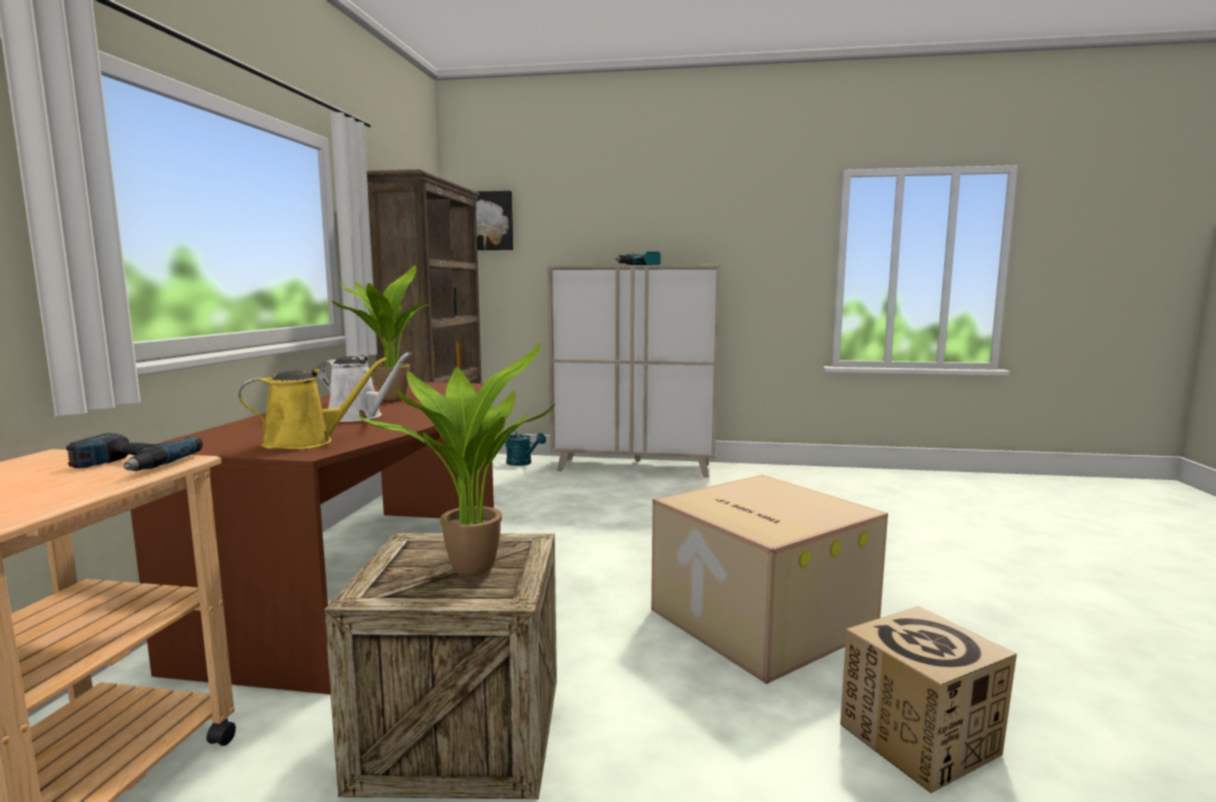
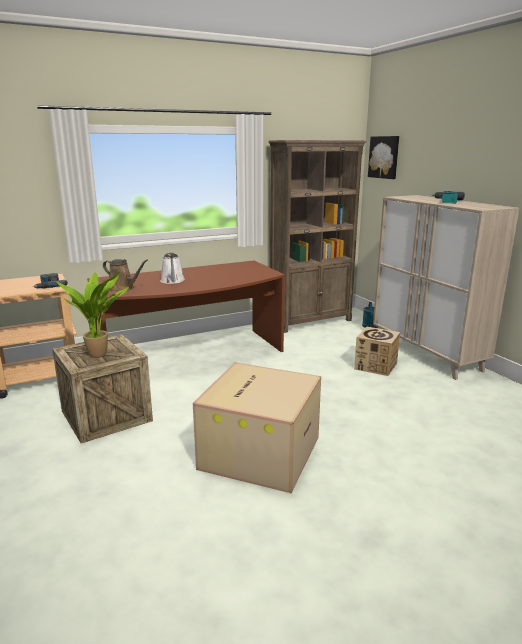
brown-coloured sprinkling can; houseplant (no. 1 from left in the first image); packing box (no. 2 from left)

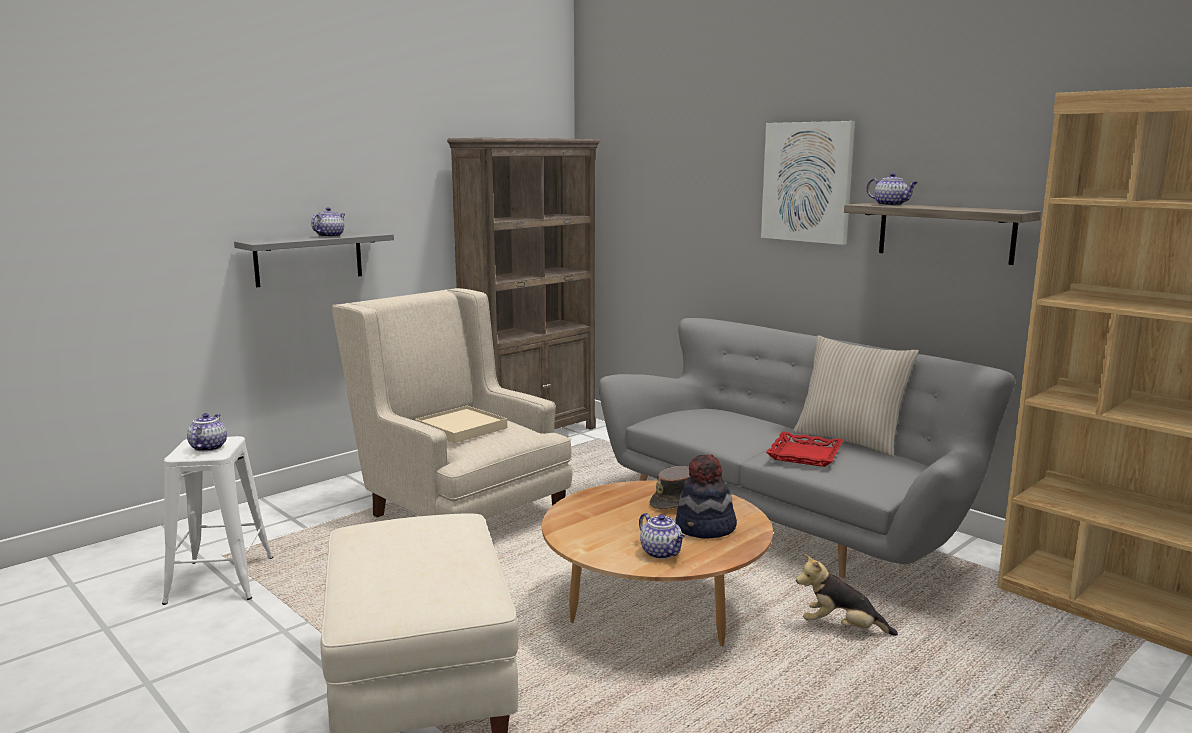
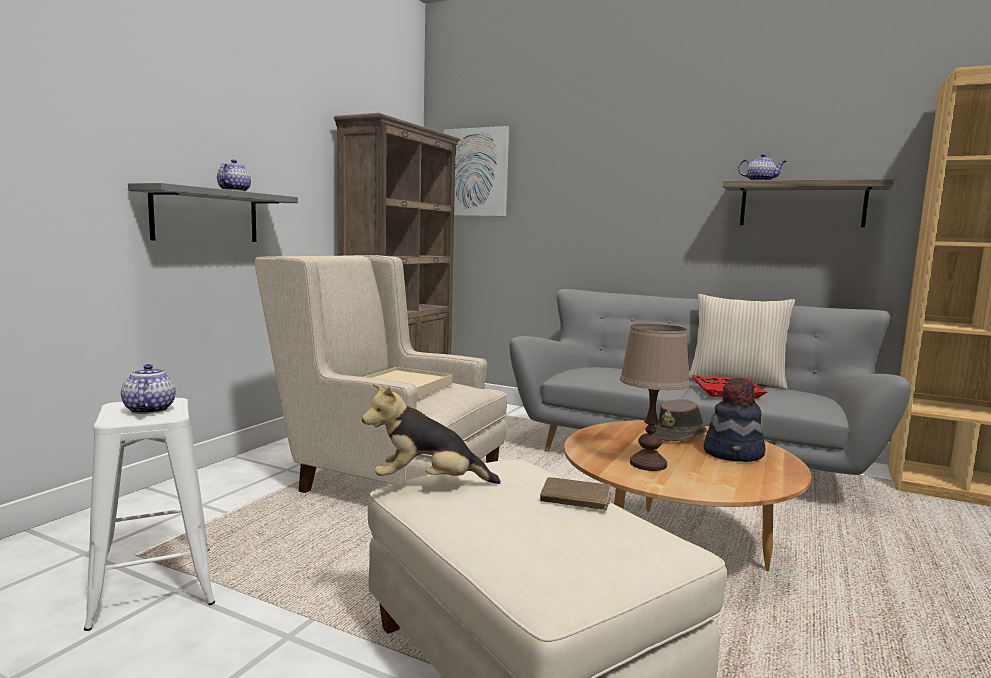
pot for tea (no. 3 from left in the first image); picture; cuddly toy; brown-coloured book; brown-coloured lamp for a table

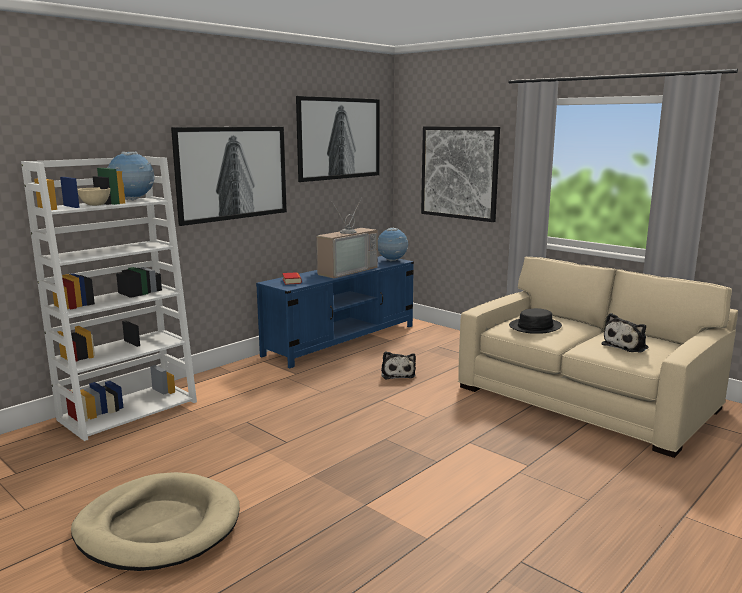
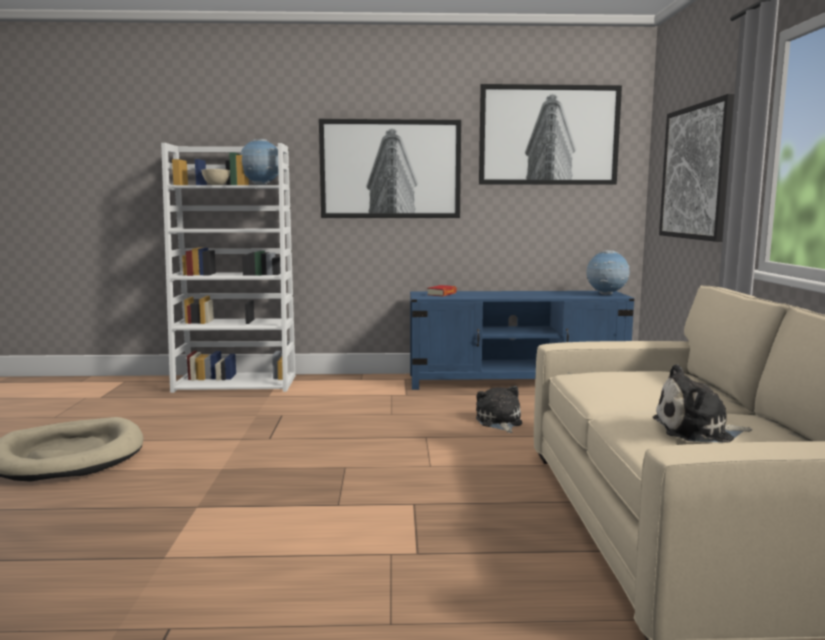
television; cuddly toy (no. 1 from left); blackish wearable hat

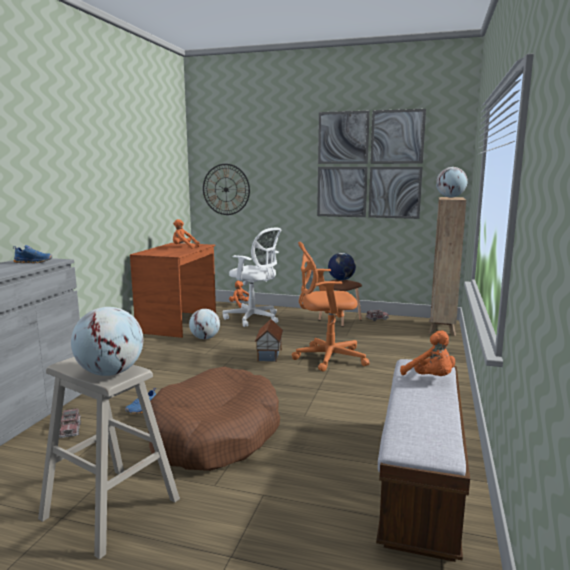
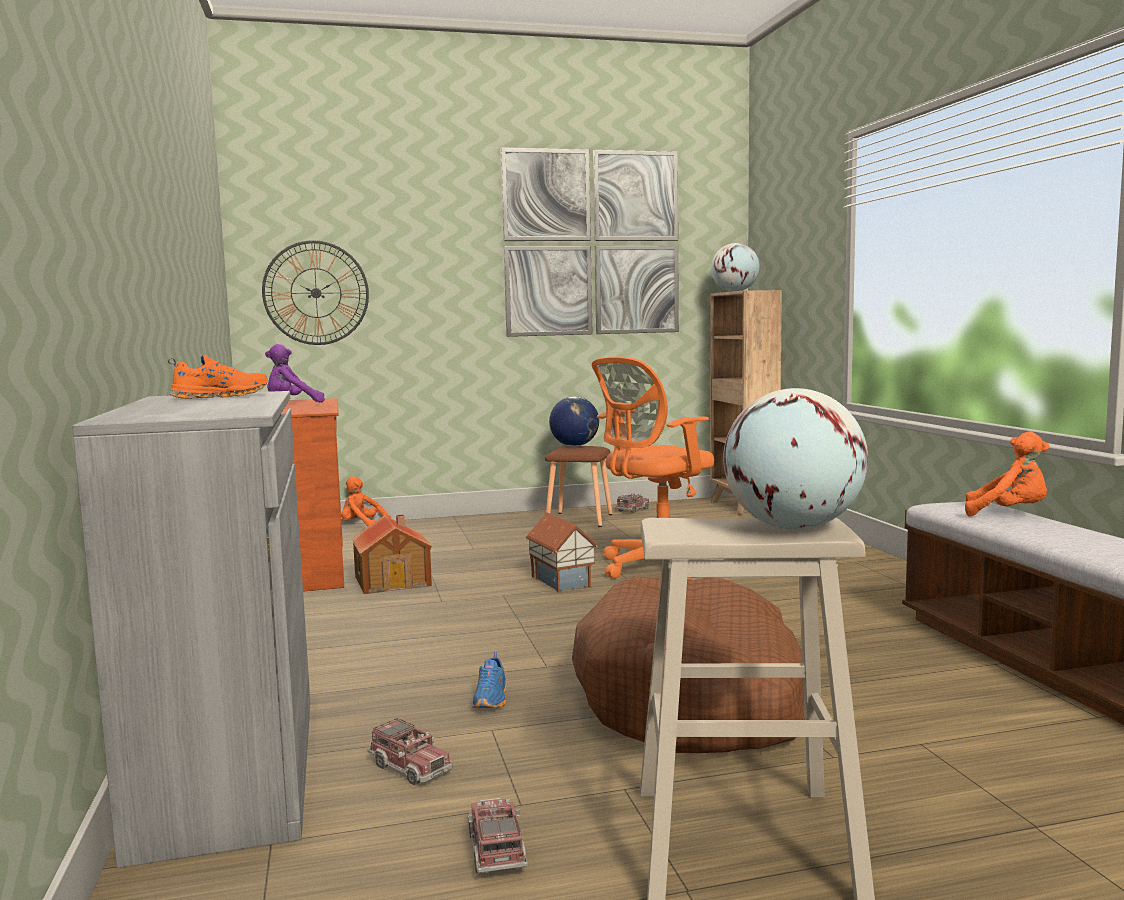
orangey low shoe; purplish cuddly toy; toy house (no. 1 from left); white-coloured desk chair; toy lorry (no. 2 from left)

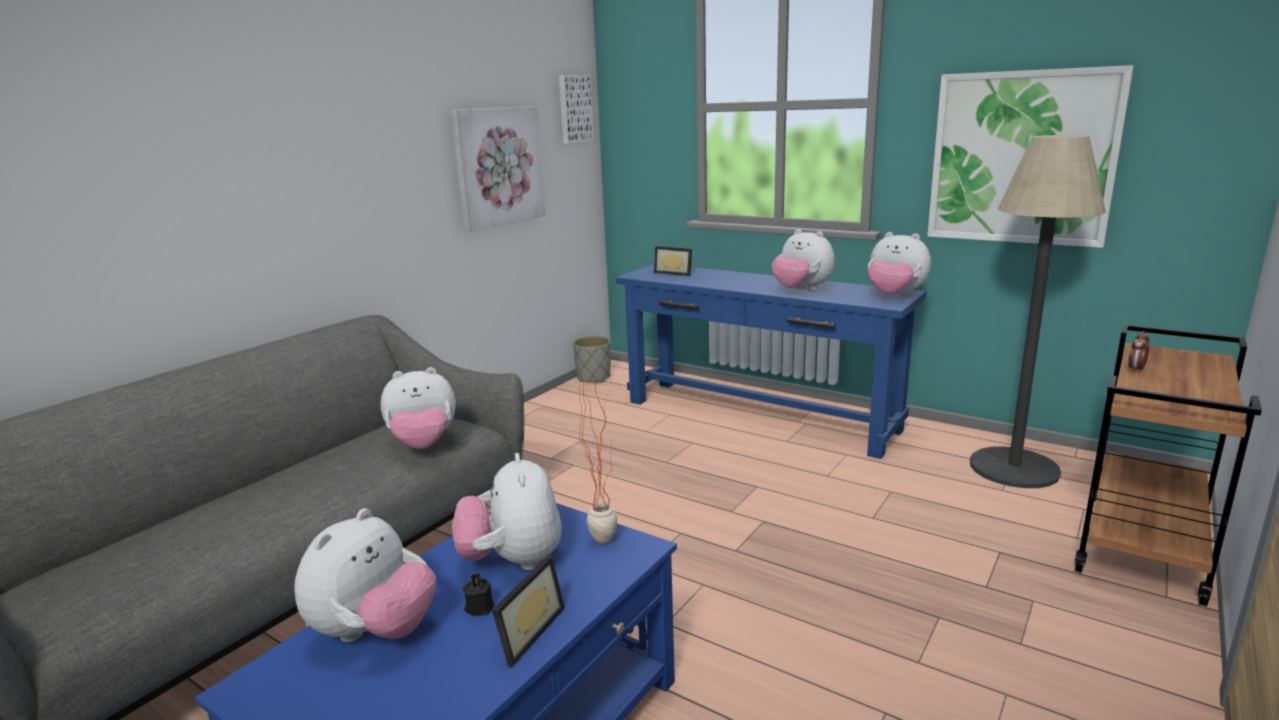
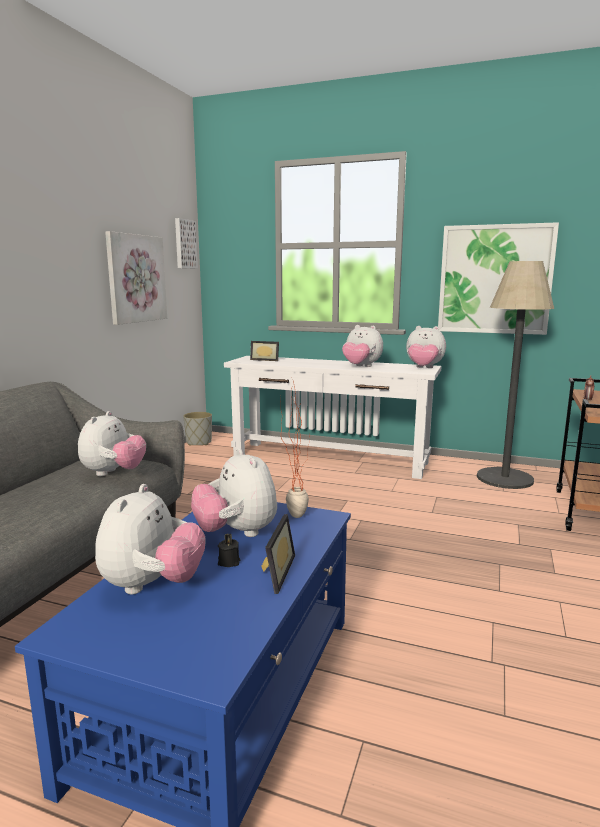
cuddly toy (no. 1 from left); white-coloured hall table

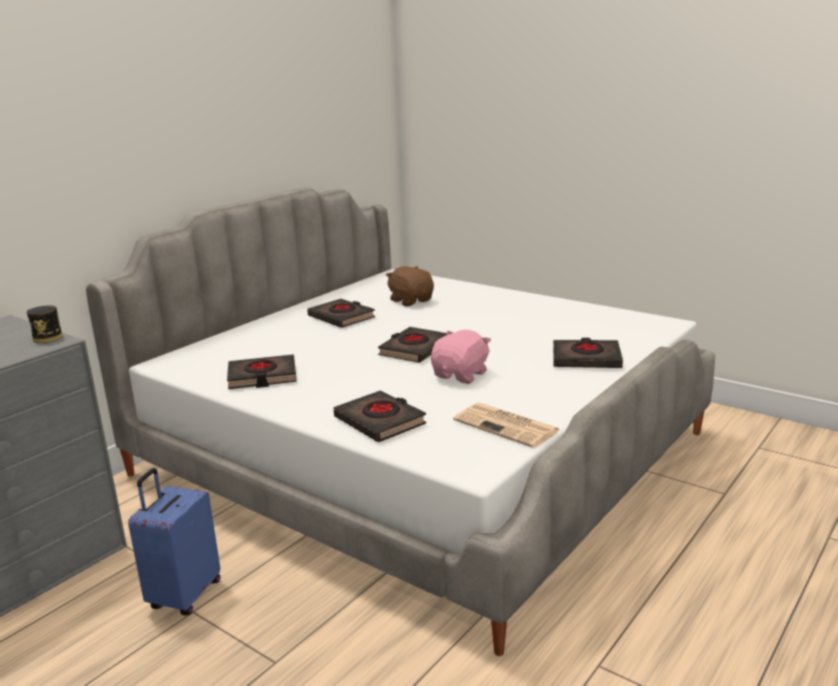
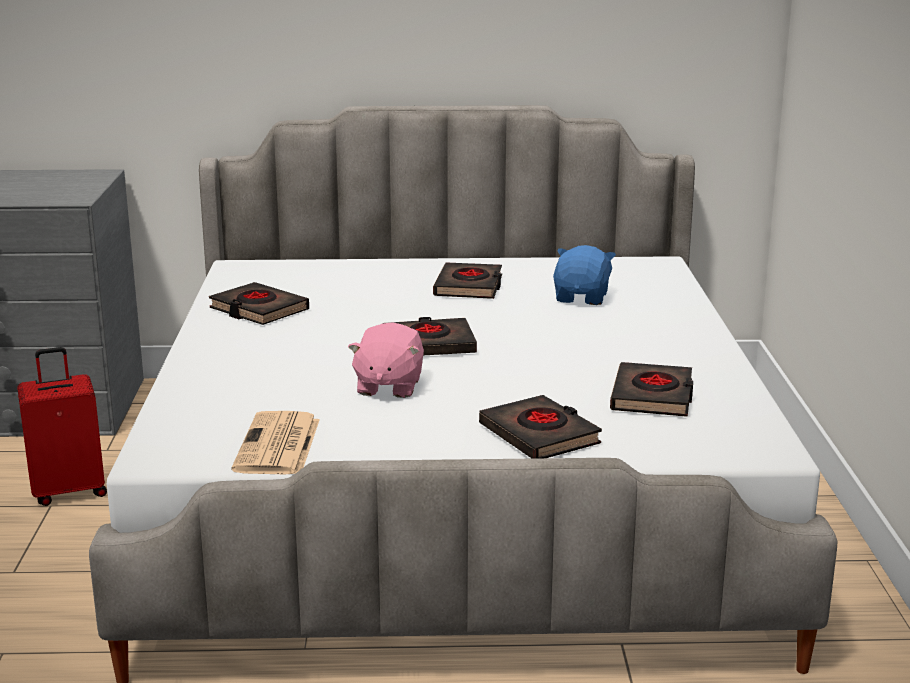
can; red suitcase; blackish book (no. 5 from left); blue-coloured cuddly toy; pink-coloured cuddly toy

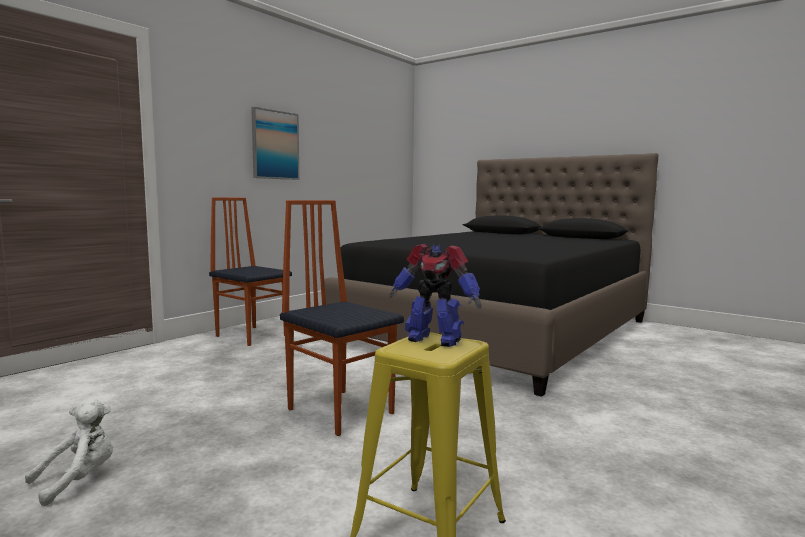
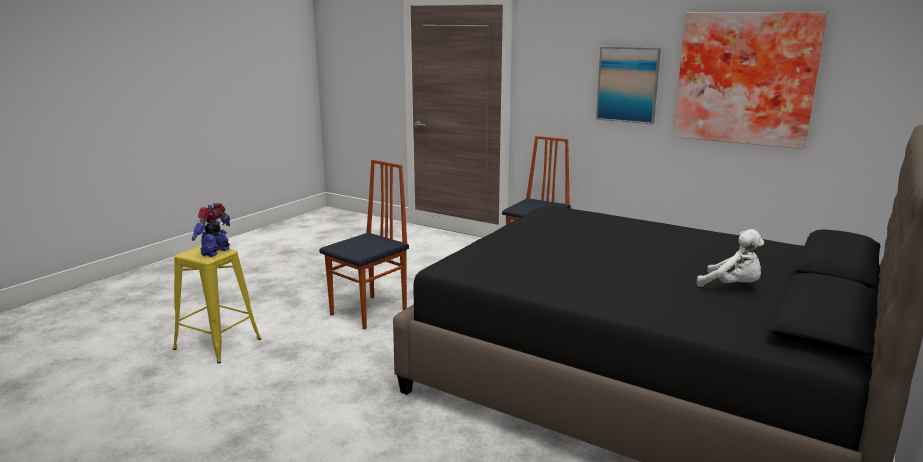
white-coloured cuddly toy; picture (no. 2 from left)

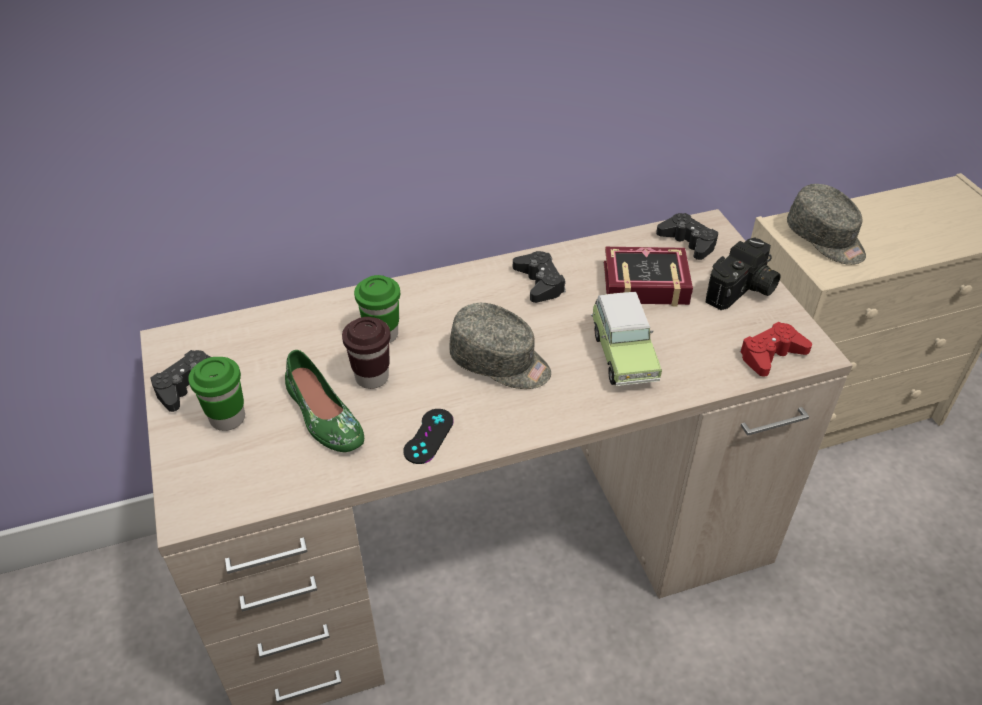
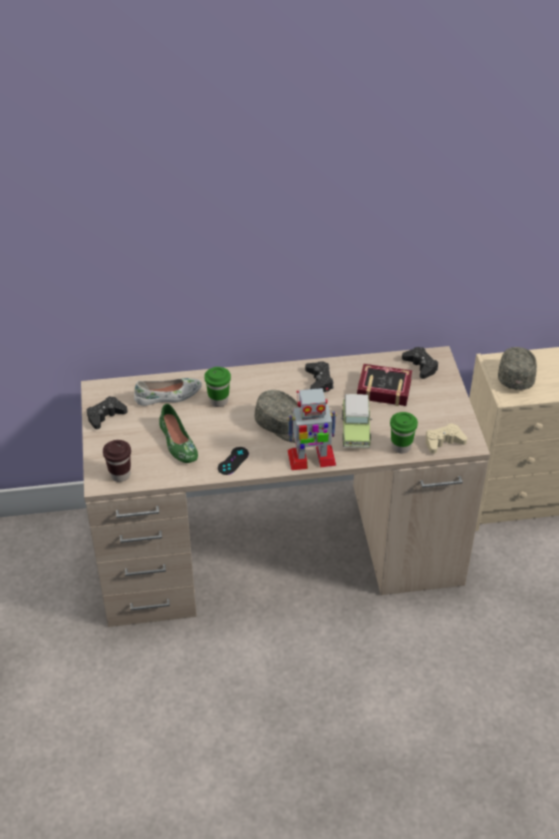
greenish cup (no. 2 from left); brown-coloured cup; still camera; beige game controller; grey peaked cap (no. 2 from left); white-coloured low shoe; model robot

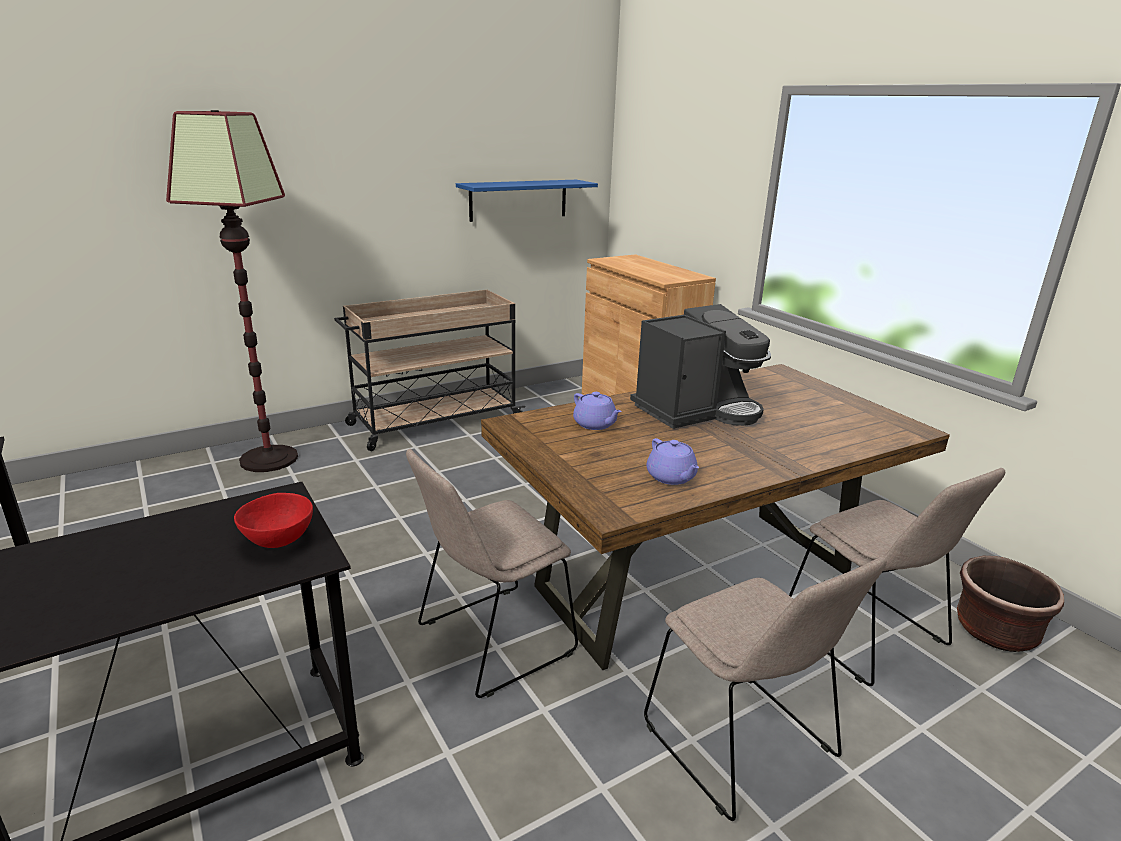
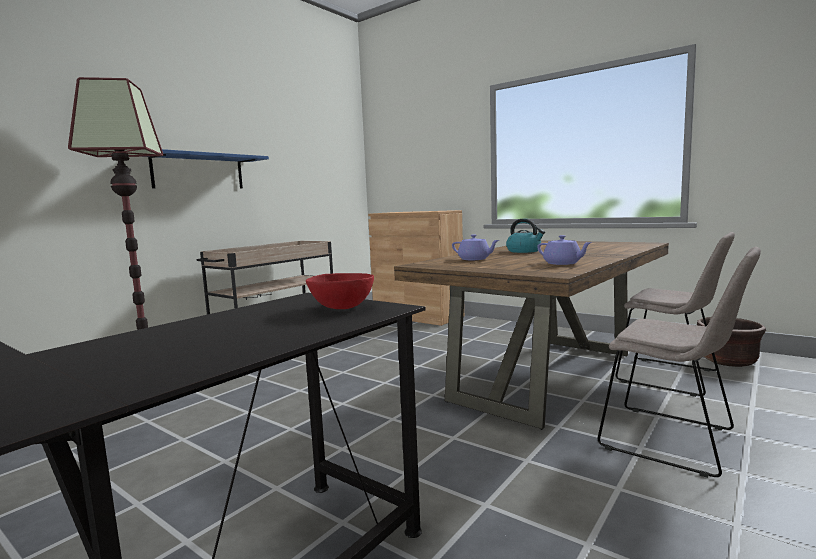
beige chair (no. 1 from left in the first image); blue-coloured bracket shelf; water kettle

